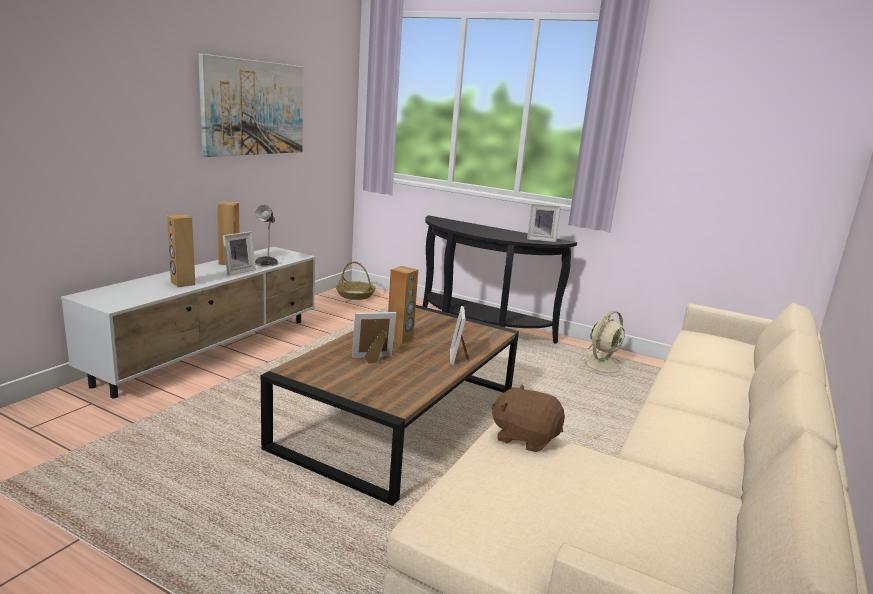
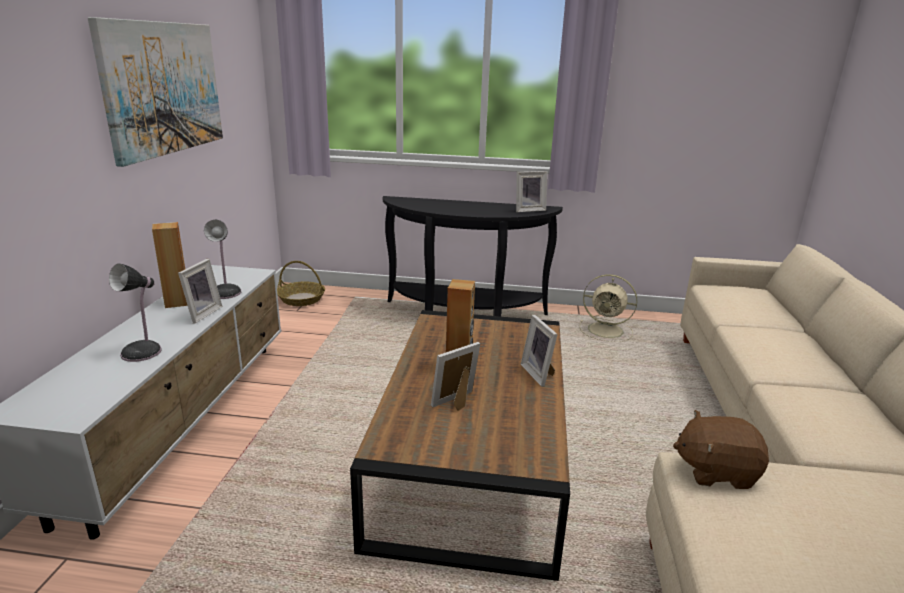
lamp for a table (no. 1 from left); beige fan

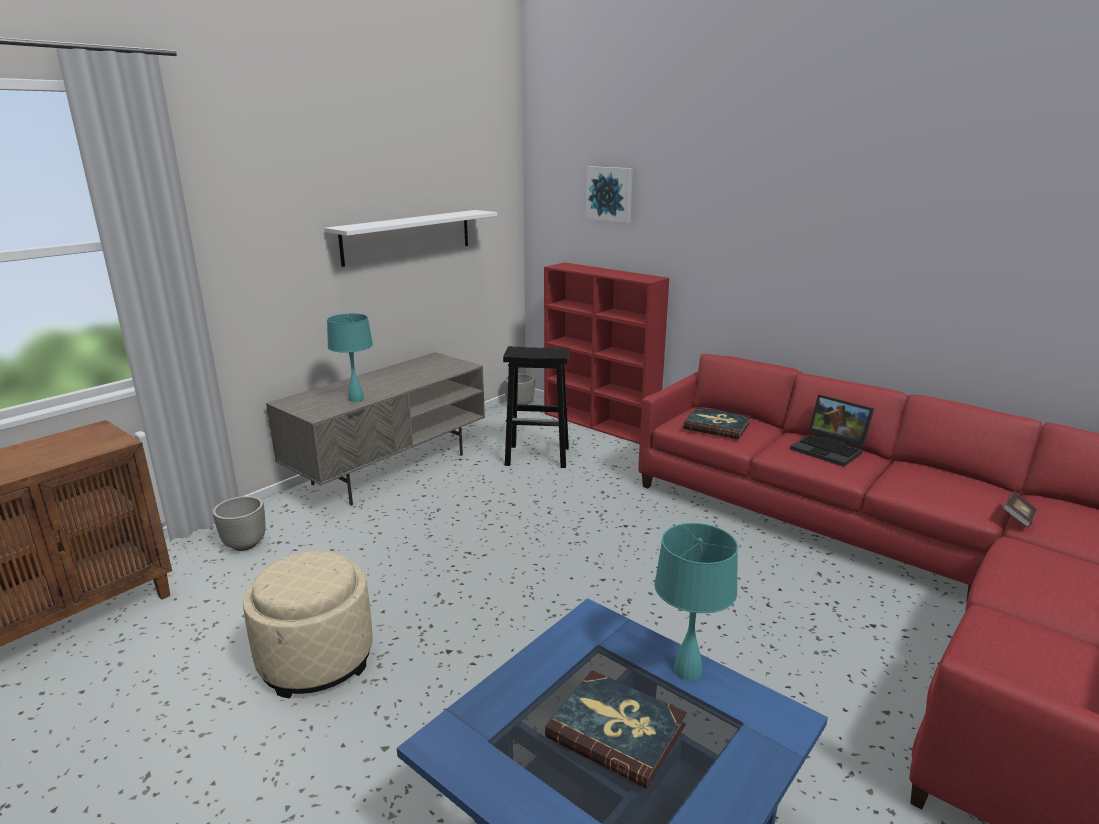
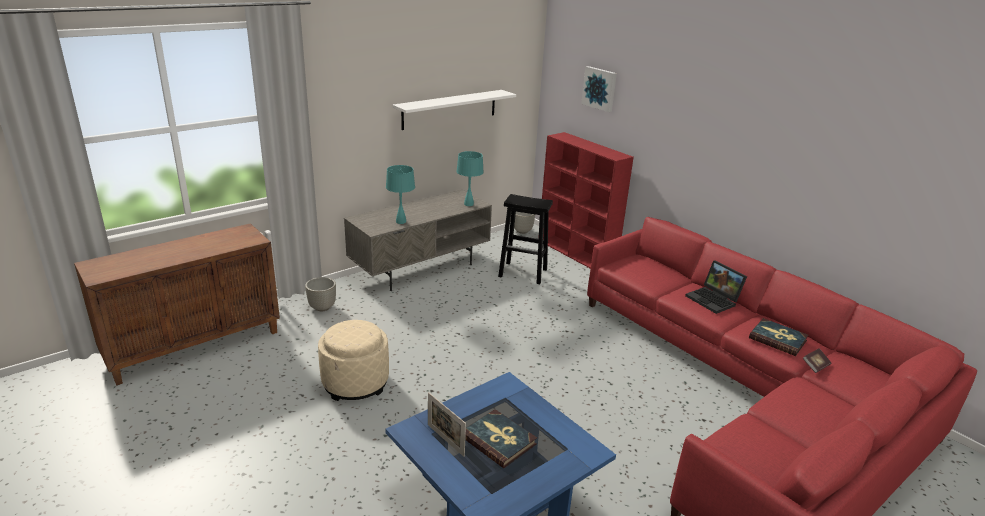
turquoise-coloured lamp for a table (no. 2 from left); book (no. 2 from left); photo frame

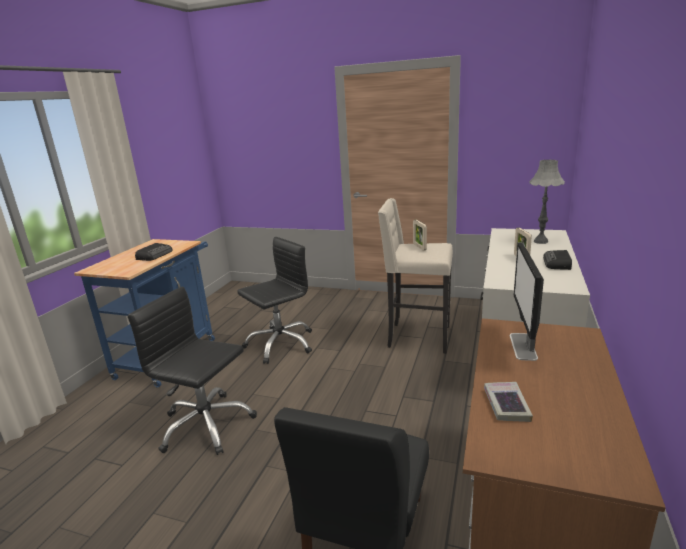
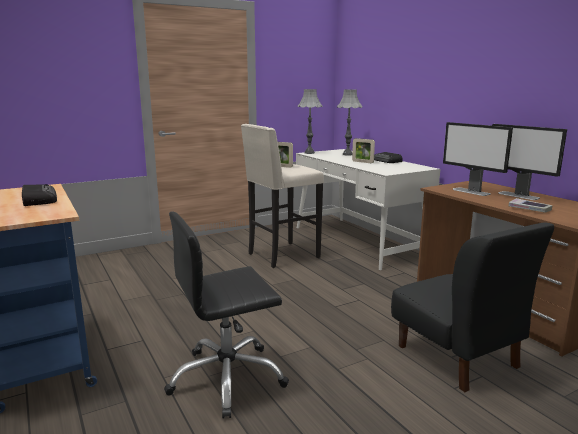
blackish desk chair (no. 2 from left in the first image); grey lamp for a table (no. 1 from left); monitor (no. 2 from left)

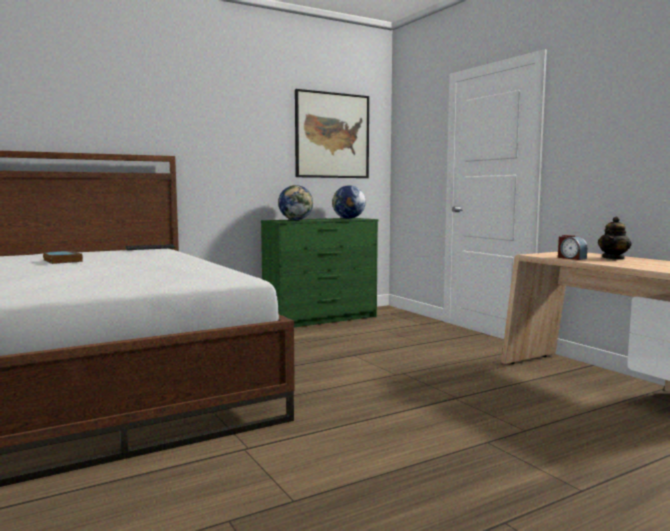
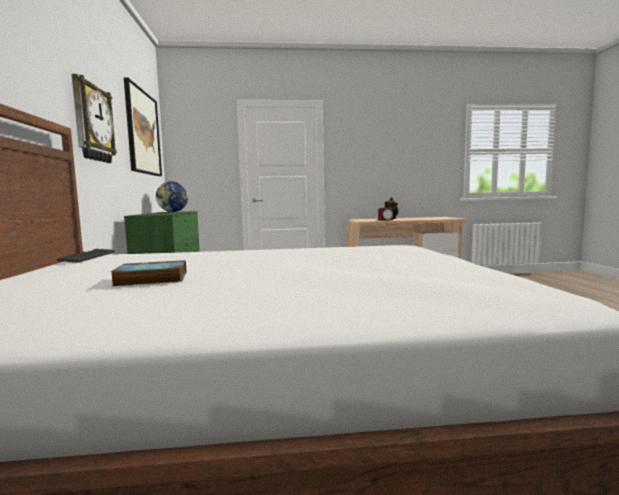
globe (no. 1 from left in the first image); wall clock

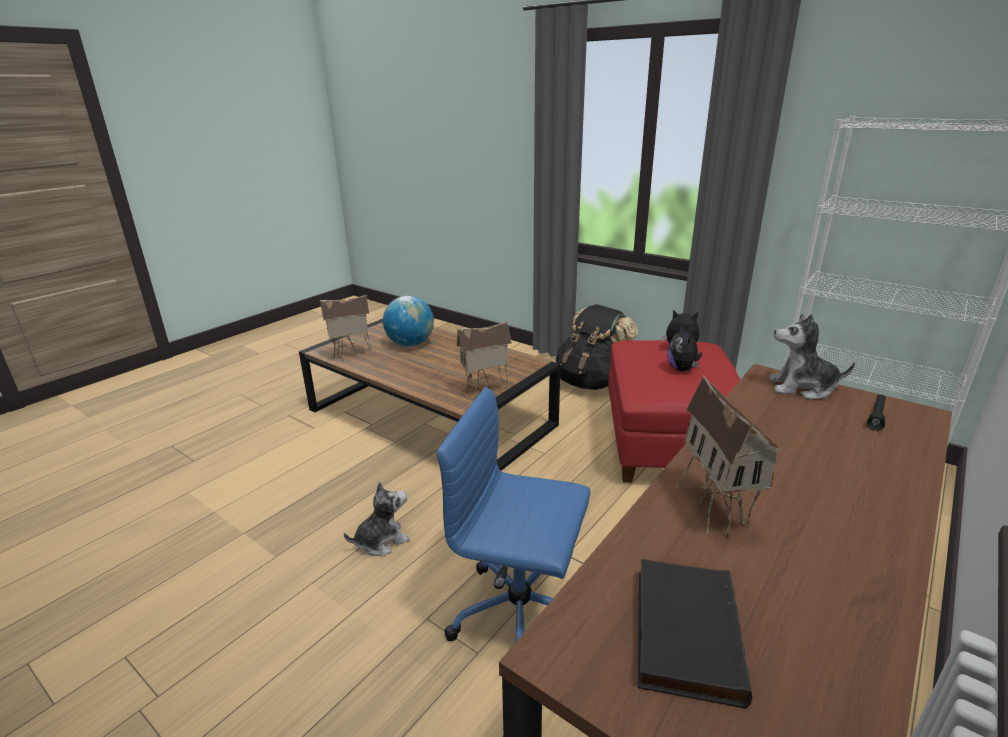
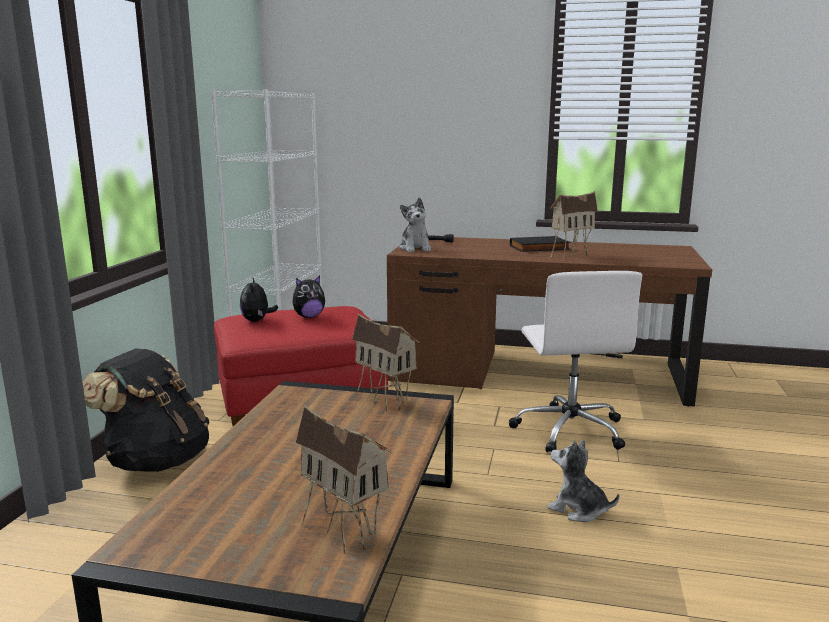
globe; white-coloured desk chair; blackish book

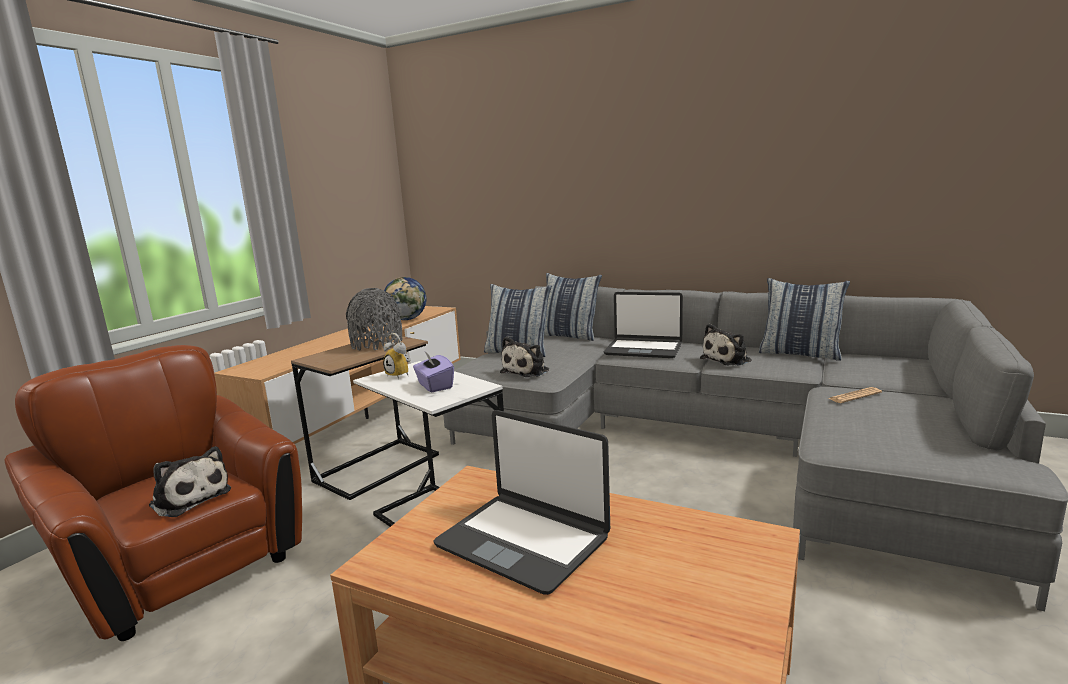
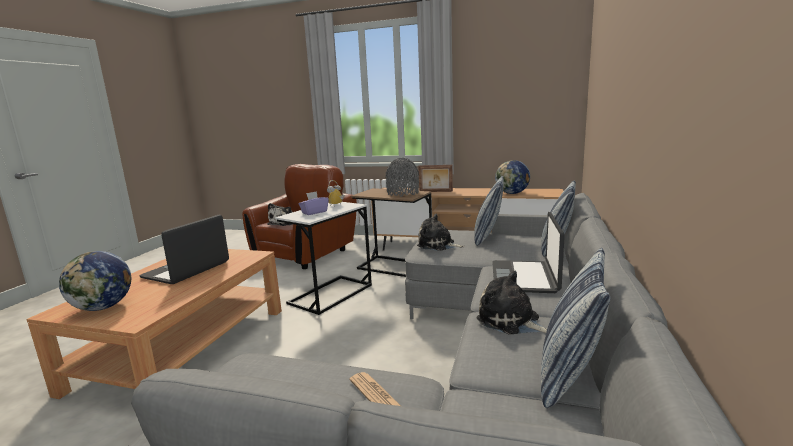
globe (no. 1 from left); photo frame

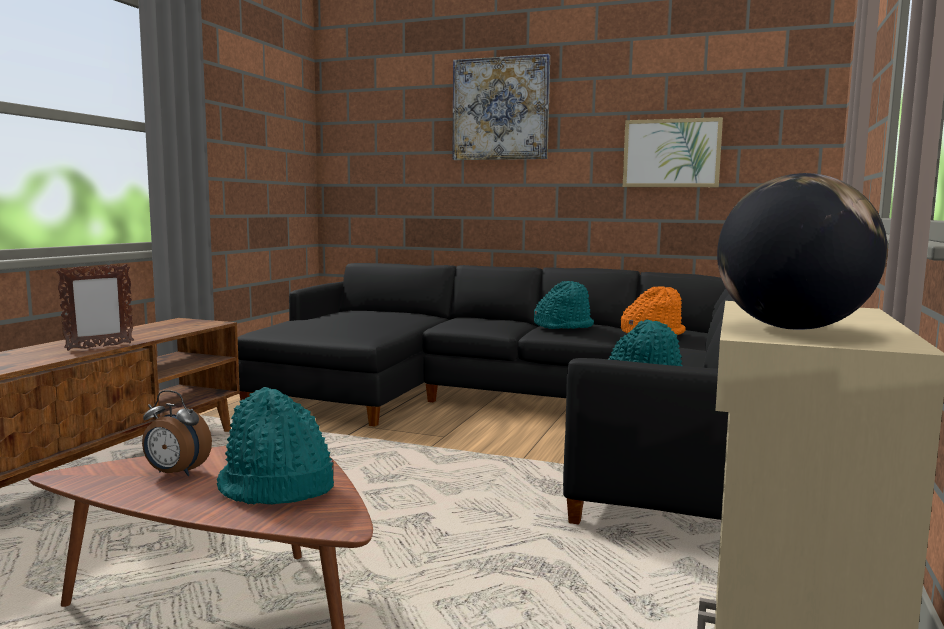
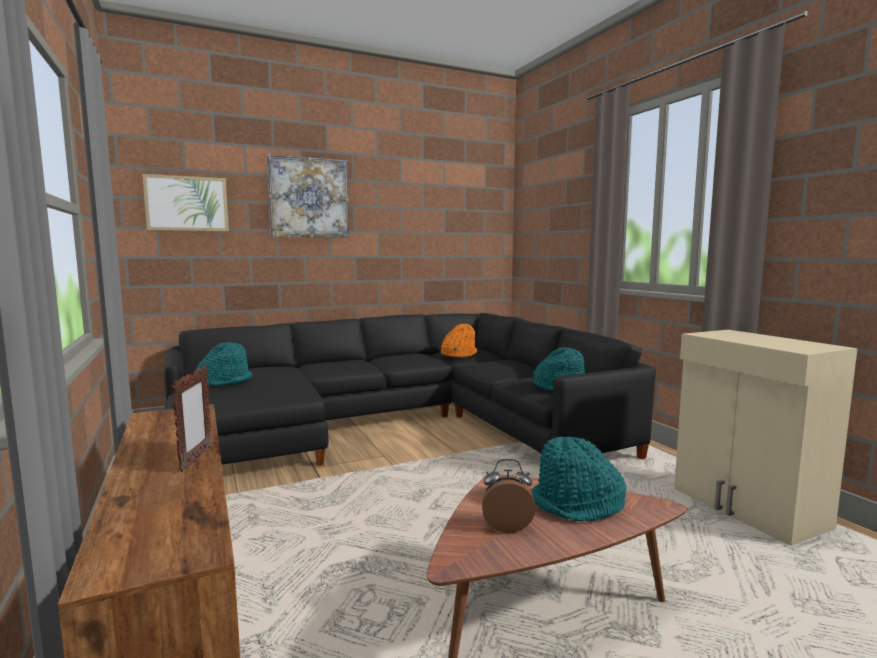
table clock; turquoise-coloured wearable hat (no. 1 from left); picture (no. 1 from left); globe

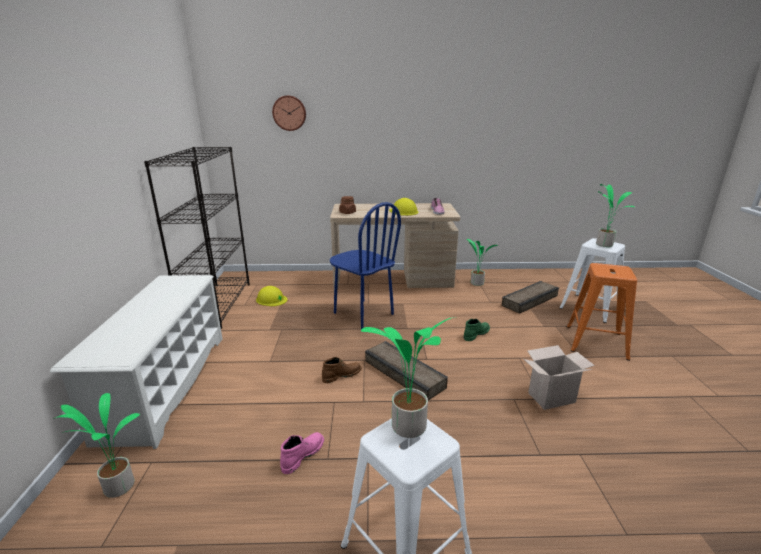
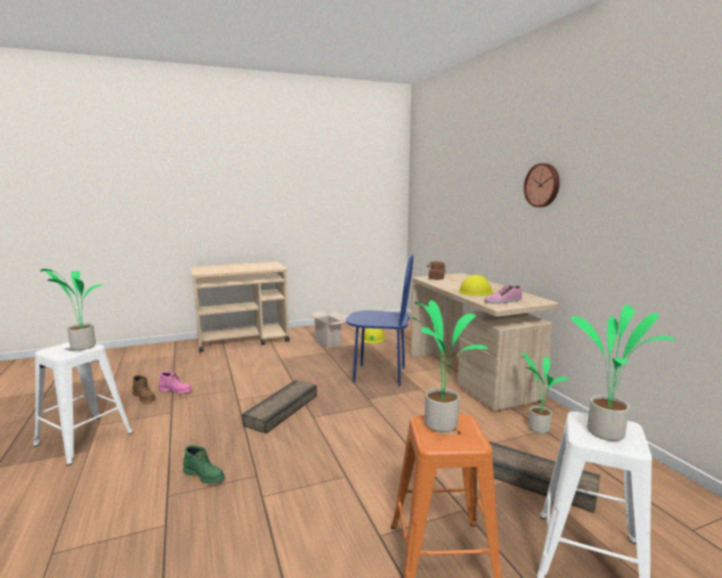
beige trolley; houseplant (no. 2 from left); blackish bookcase; wall clock; brown-coloured high-top boot; blue-coloured chair; greenish high-top boot; packing box

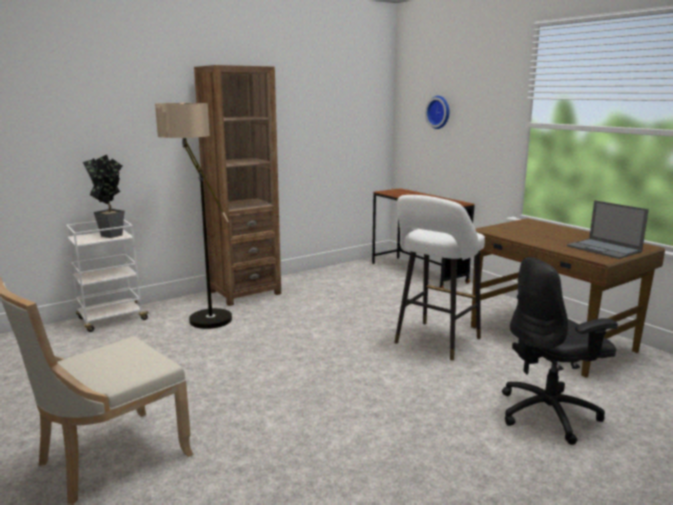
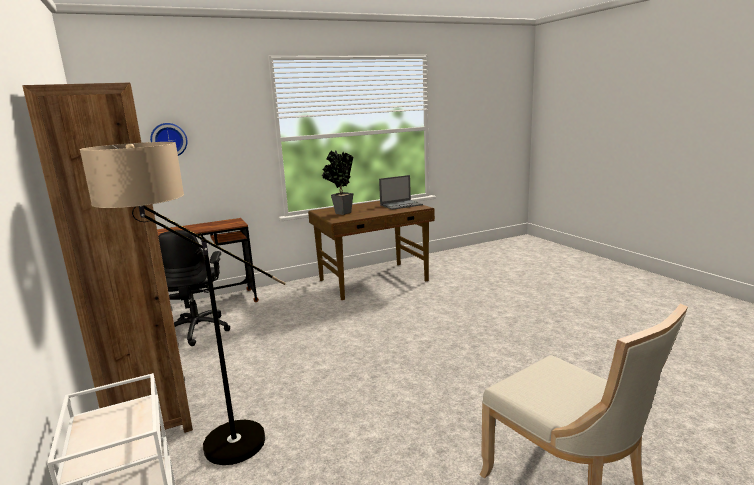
houseplant; white-coloured sitting stool; blackish desk chair

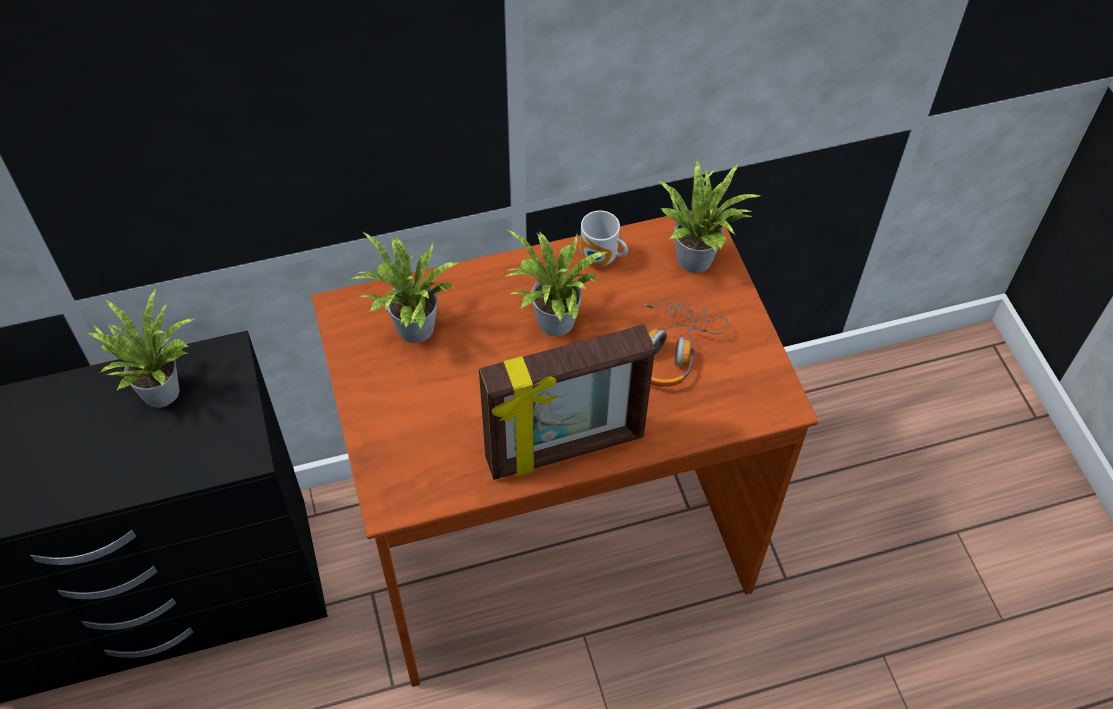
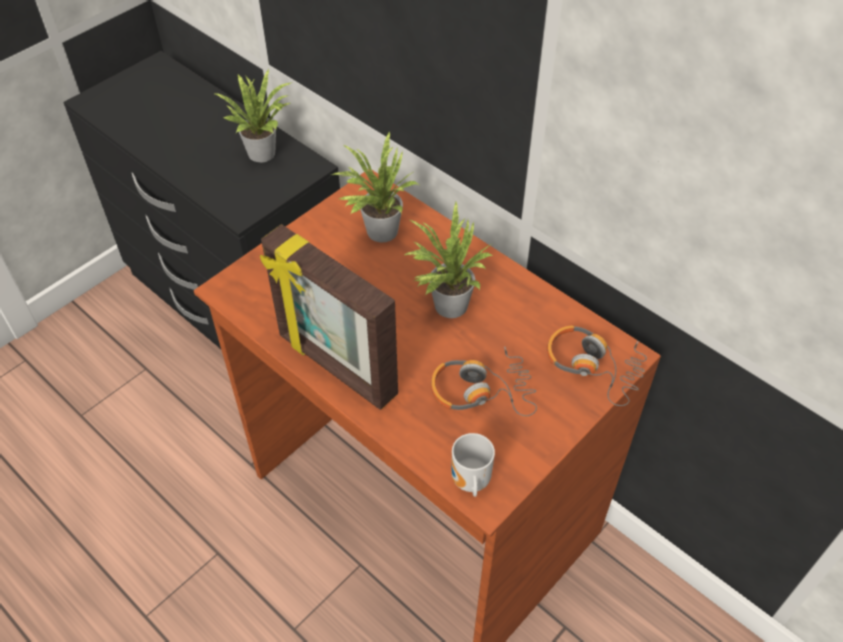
coffee mug; headset (no. 2 from left)

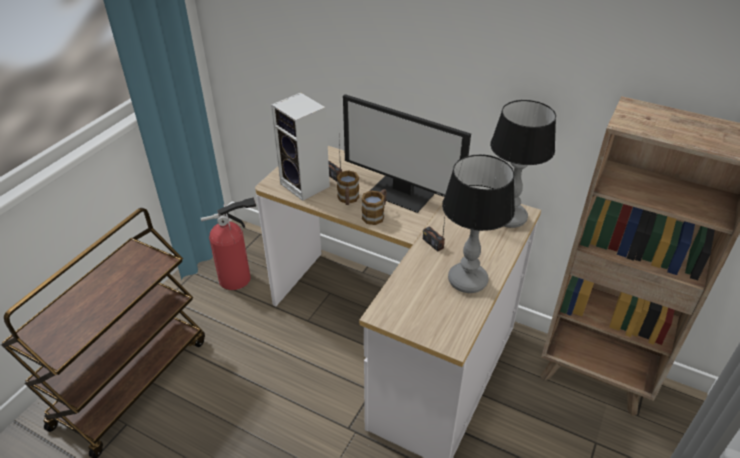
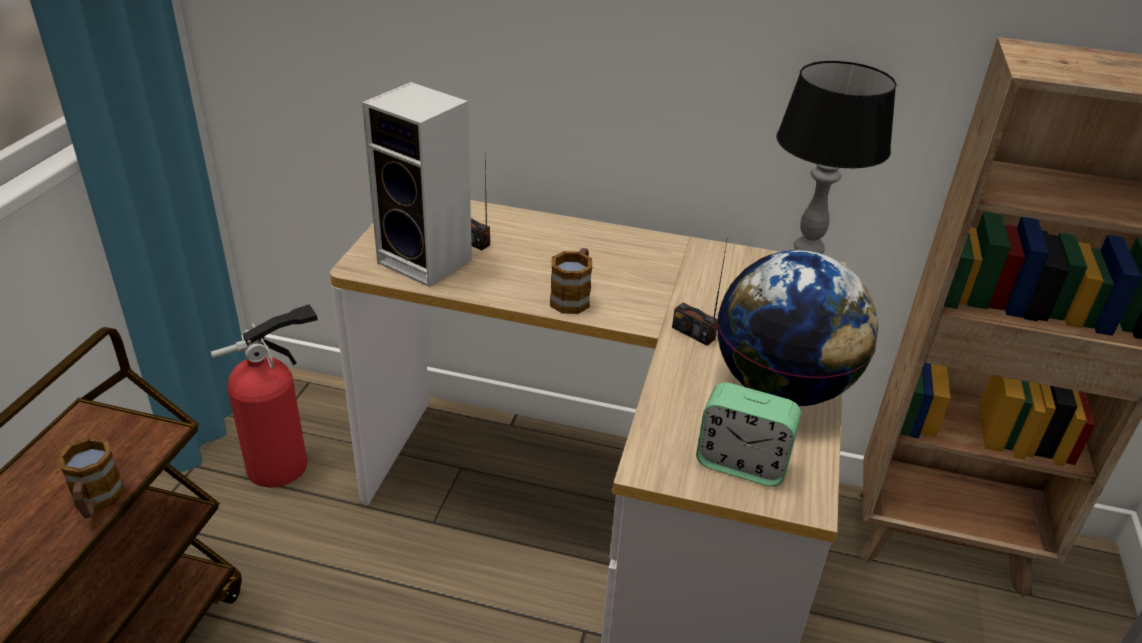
coffee mug (no. 1 from left); monitor; globe; table clock

